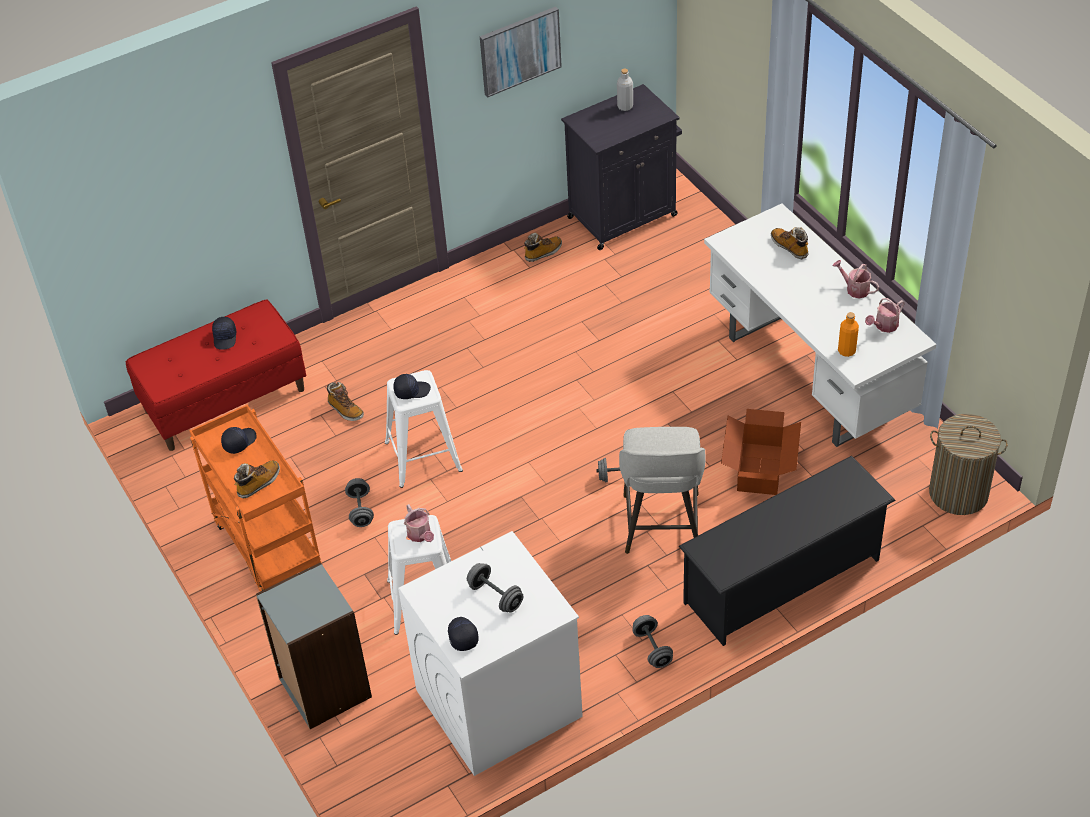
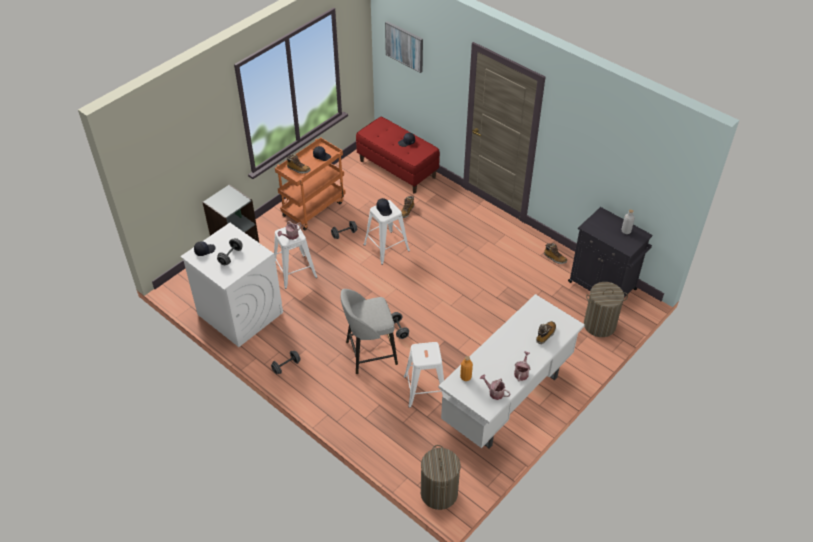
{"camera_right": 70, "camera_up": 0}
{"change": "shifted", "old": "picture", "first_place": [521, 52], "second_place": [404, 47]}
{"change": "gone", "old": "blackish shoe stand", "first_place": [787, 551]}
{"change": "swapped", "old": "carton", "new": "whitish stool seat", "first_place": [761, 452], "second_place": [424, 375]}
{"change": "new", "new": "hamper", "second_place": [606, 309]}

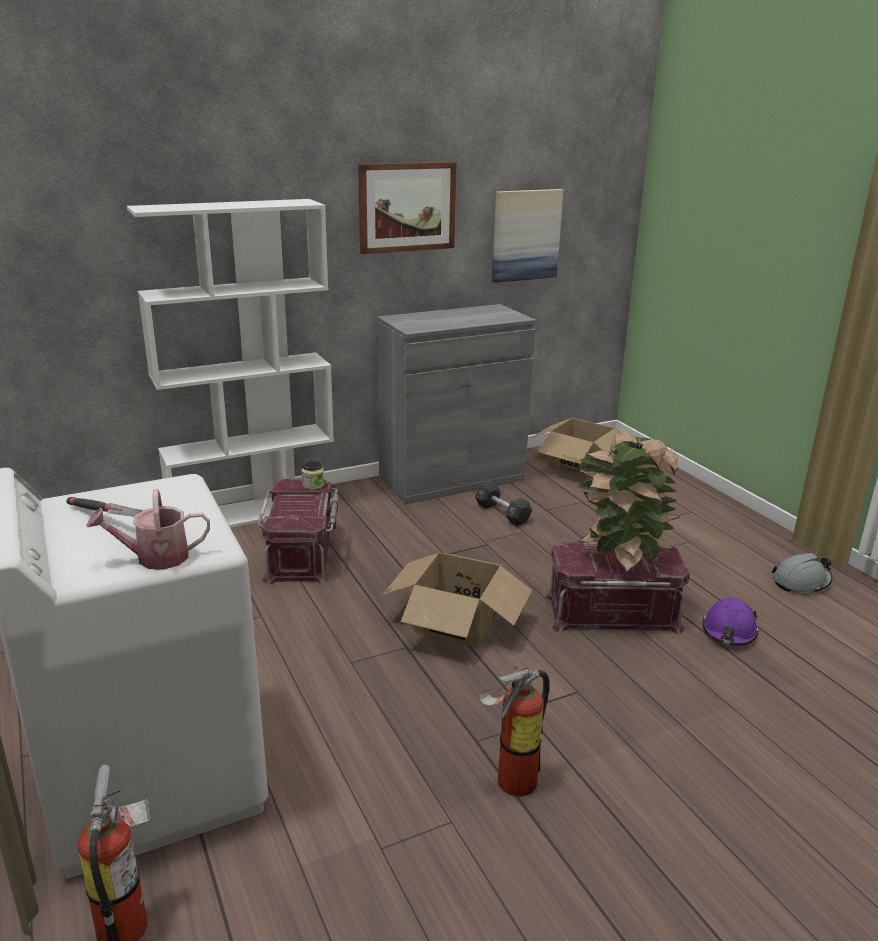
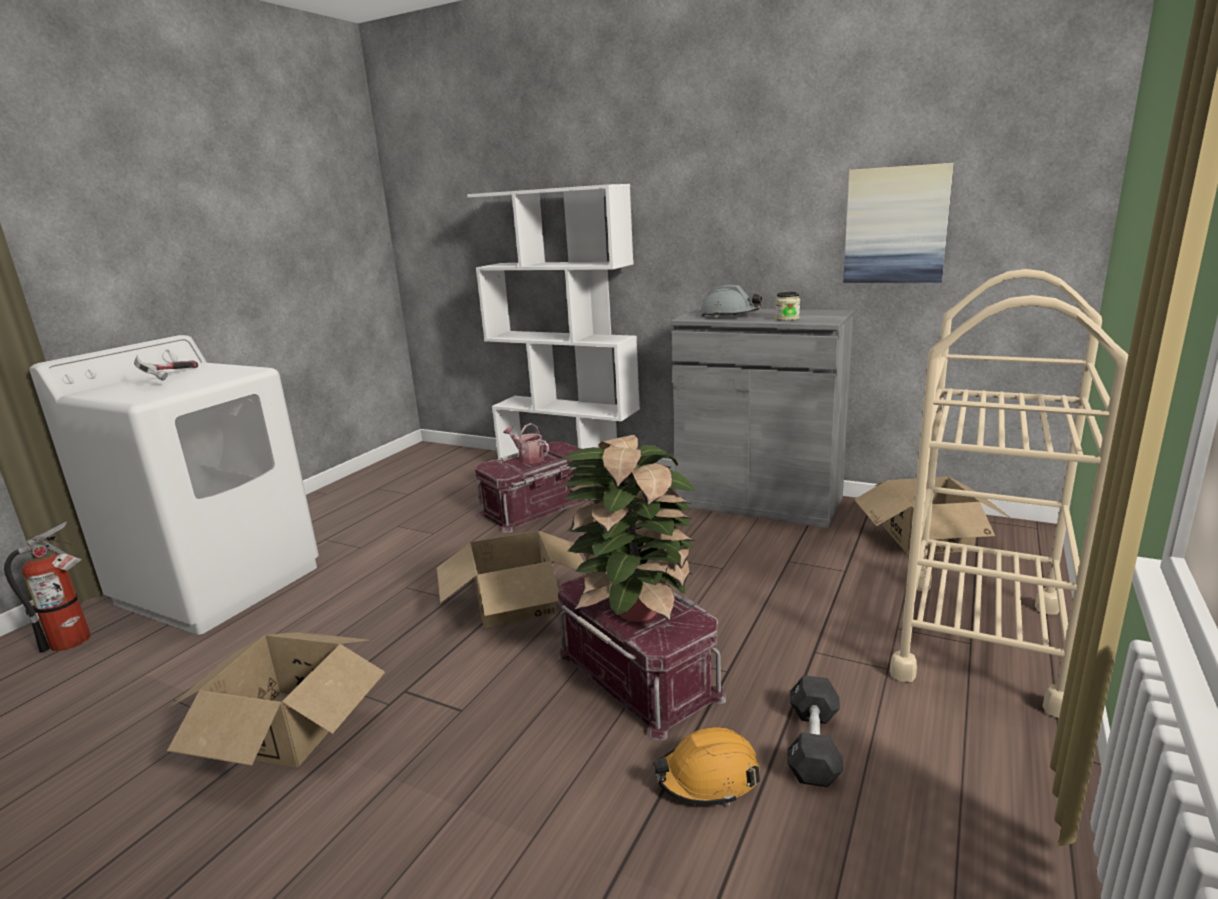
{"camera_right": 55, "camera_up": -5}
{"change": "shifted", "old": "sprinkling can", "first_place": [148, 529], "second_place": [526, 443]}
{"change": "shifted", "old": "jar", "first_place": [313, 475], "second_place": [787, 306]}
{"change": "gone", "old": "picture", "first_place": [407, 208]}
{"change": "shifted", "old": "blackish hand weight", "first_place": [503, 504], "second_place": [815, 731]}
{"change": "swapped", "old": "fire extinguisher", "new": "carton", "first_place": [515, 731], "second_place": [276, 699]}
{"change": "repainted", "old": "purplish work helmet", "new": "orange work helmet", "first_place": [730, 621], "second_place": [706, 766]}
{"change": "shifted", "old": "gray work helmet", "first_place": [802, 573], "second_place": [731, 301]}
{"change": "new", "new": "sand-coloured wheeled cart", "second_place": [1009, 493]}

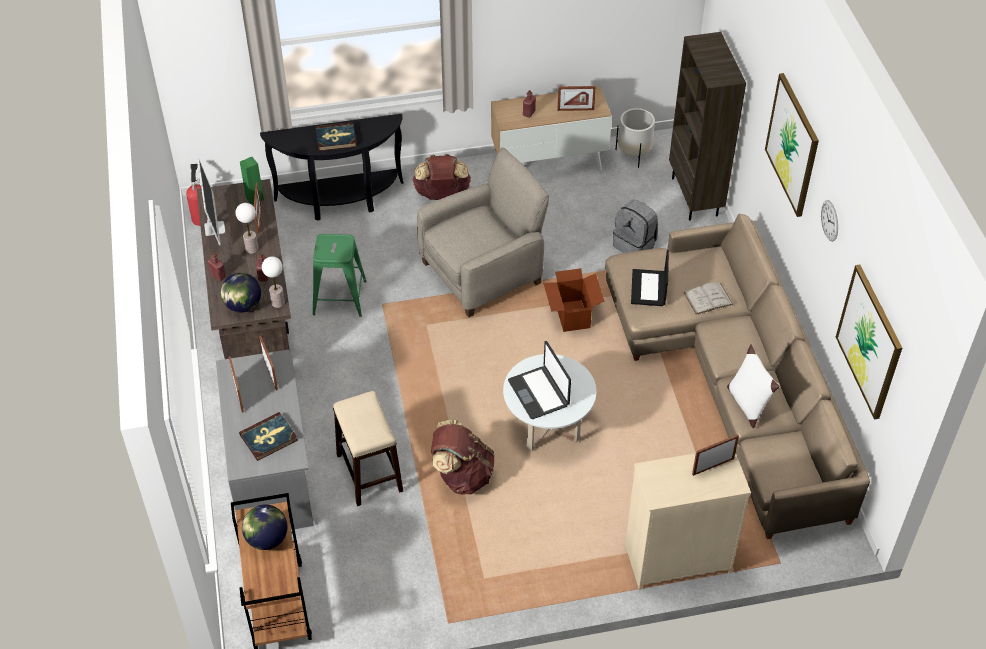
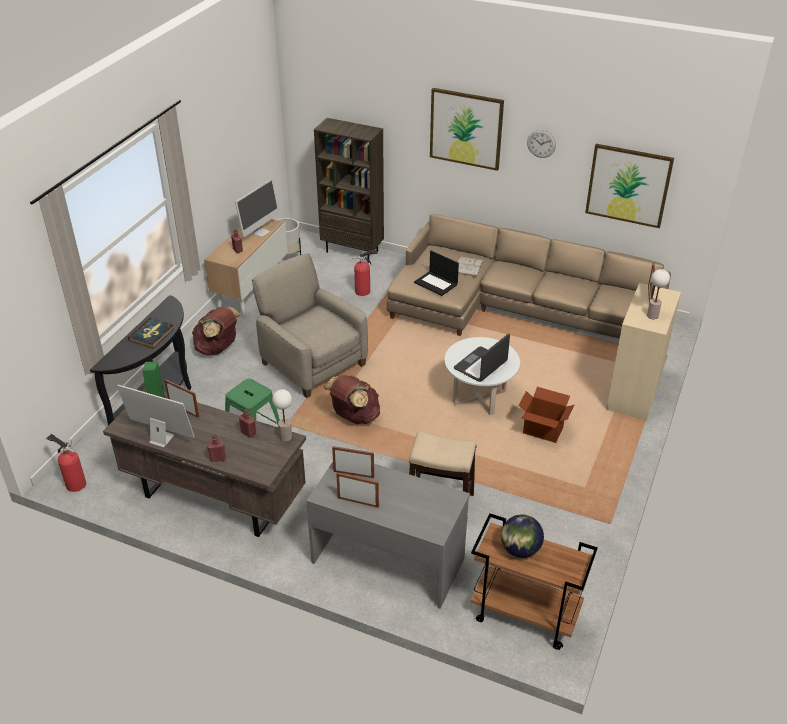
{"camera_right": -55, "camera_up": -10}
{"change": "gone", "old": "world globe", "first_place": [241, 293]}
{"change": "shifted", "old": "table lamp", "first_place": [247, 228], "second_place": [658, 294]}
{"change": "gone", "old": "book", "first_place": [268, 436]}
{"change": "rotated", "old": "sand-coloured armchair", "first_place": [483, 232], "second_place": [310, 325], "degrees": -45}
{"change": "shifted", "old": "brownish backpack", "first_place": [463, 457], "second_place": [351, 399]}
{"change": "rotated", "old": "portable computer", "first_place": [539, 380], "second_place": [482, 358], "degrees": 120}
{"change": "shifted", "old": "carton", "first_place": [574, 300], "second_place": [546, 415]}
{"change": "swapped", "old": "photo frame", "new": "computer display", "first_place": [576, 98], "second_place": [257, 208]}
{"change": "swapped", "old": "gray backpack", "new": "fire extinguisher", "first_place": [635, 226], "second_place": [365, 273]}
{"change": "gone", "old": "whitish cushion", "first_place": [753, 386]}

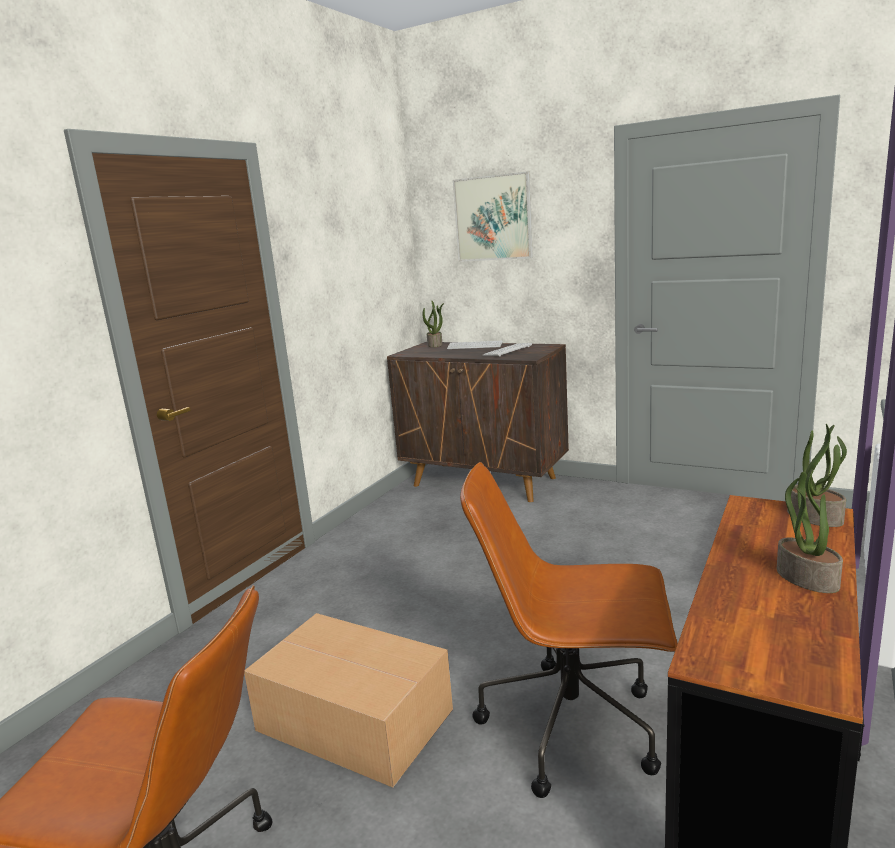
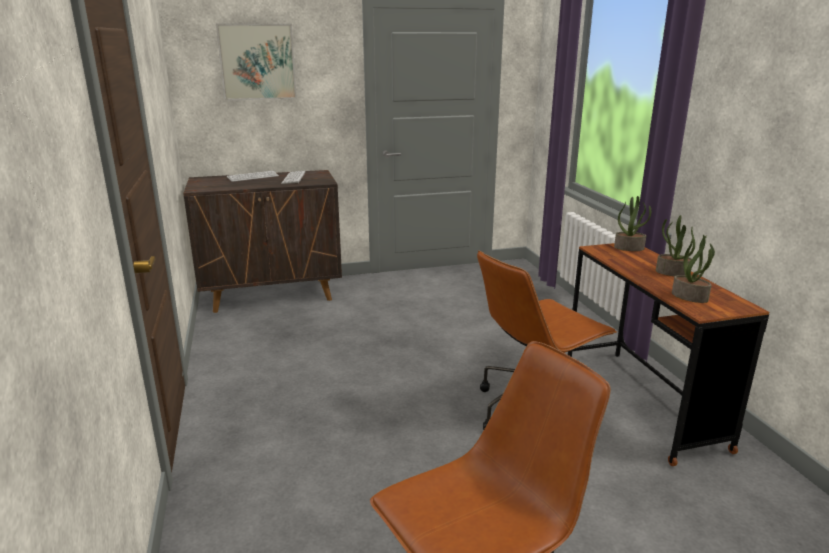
{"camera_right": -45, "camera_up": 5}
{"change": "gone", "old": "carton", "first_place": [348, 700]}
{"change": "shifted", "old": "plant in a pot", "first_place": [433, 324], "second_place": [693, 269]}

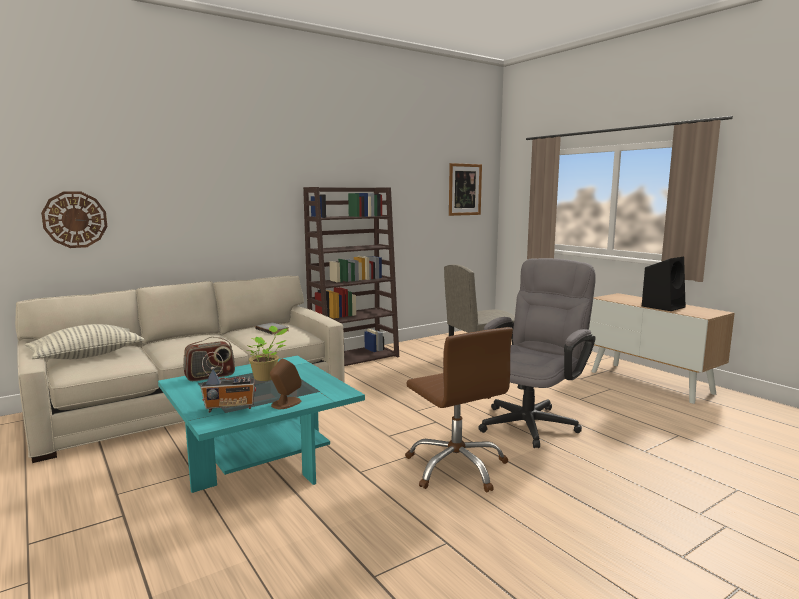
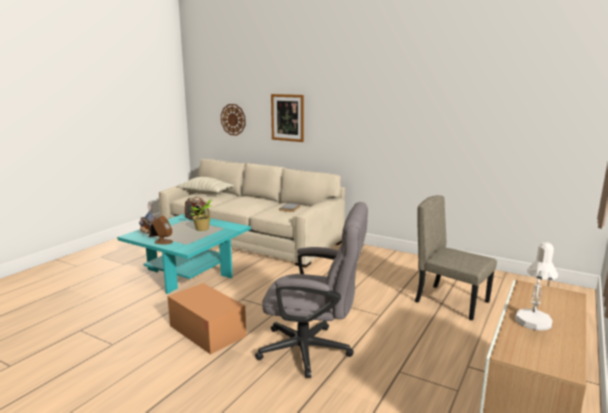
{"camera_right": 65, "camera_up": 5}
{"change": "gone", "old": "brownish shelving unit", "first_place": [351, 276]}
{"change": "swapped", "old": "brownish office chair", "new": "carton", "first_place": [459, 409], "second_place": [206, 318]}
{"change": "shifted", "old": "picture", "first_place": [465, 189], "second_place": [287, 118]}
{"change": "swapped", "old": "blackish speaker", "new": "whitish table lamp", "first_place": [664, 283], "second_place": [536, 286]}

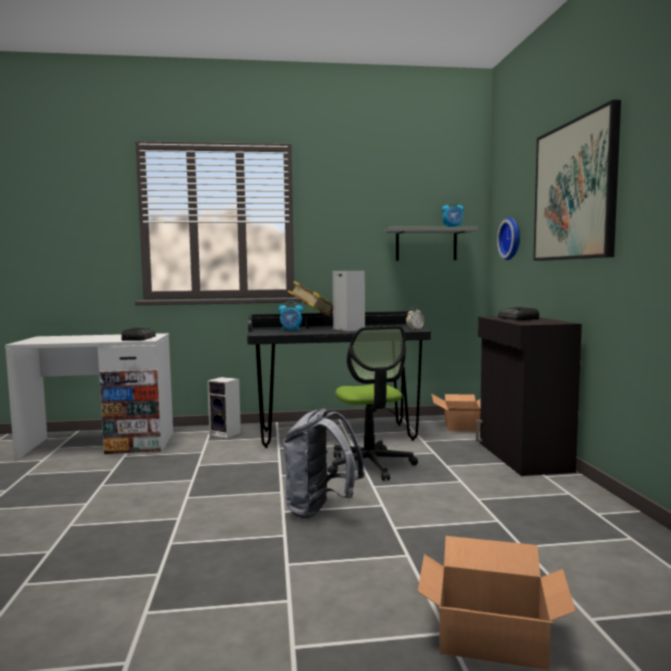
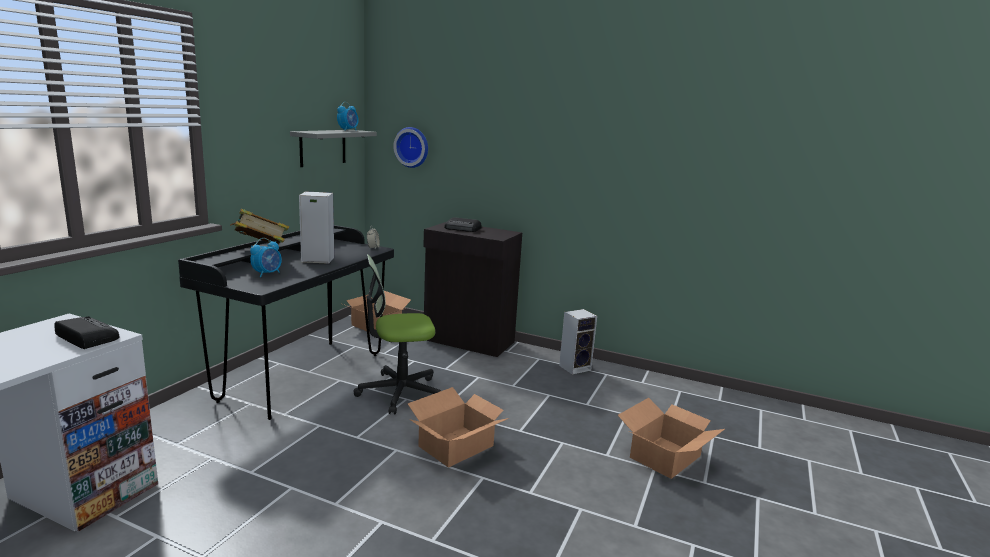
{"camera_right": -60, "camera_up": 10}
{"change": "shifted", "old": "speaker", "first_place": [224, 408], "second_place": [578, 342]}
{"change": "swapped", "old": "gray backpack", "new": "carton", "first_place": [324, 463], "second_place": [458, 427]}
{"change": "rotated", "old": "office chair", "first_place": [373, 403], "second_place": [397, 334], "degrees": 150}
{"change": "gone", "old": "picture", "first_place": [577, 180]}

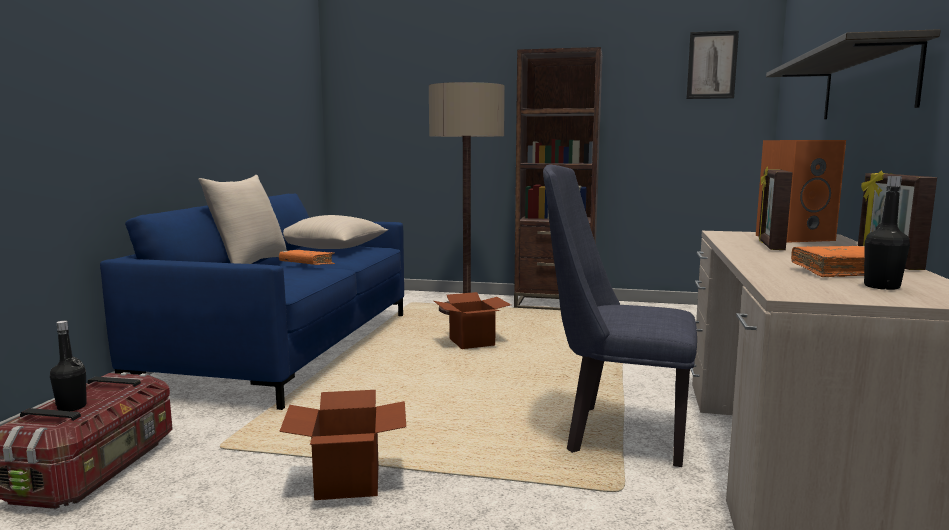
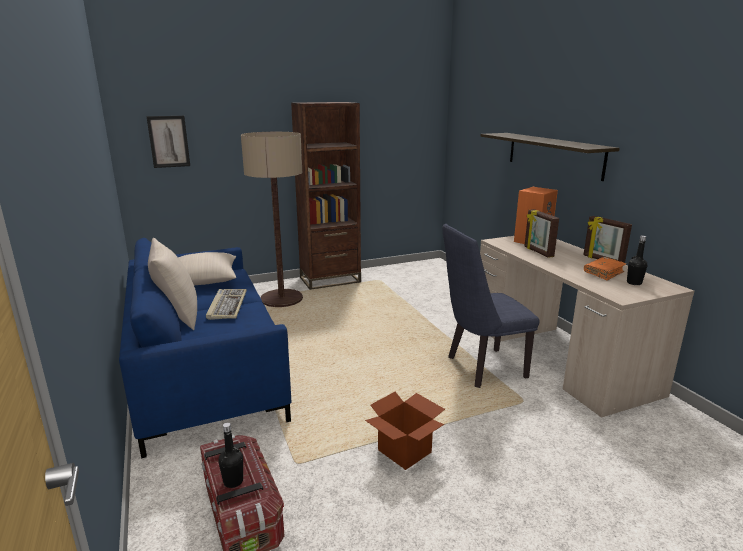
{"camera_right": -35, "camera_up": 10}
{"change": "swapped", "old": "orange book", "new": "PC keyboard", "first_place": [307, 257], "second_place": [226, 304]}
{"change": "gone", "old": "carton", "first_place": [472, 320]}
{"change": "shifted", "old": "picture", "first_place": [713, 64], "second_place": [168, 142]}

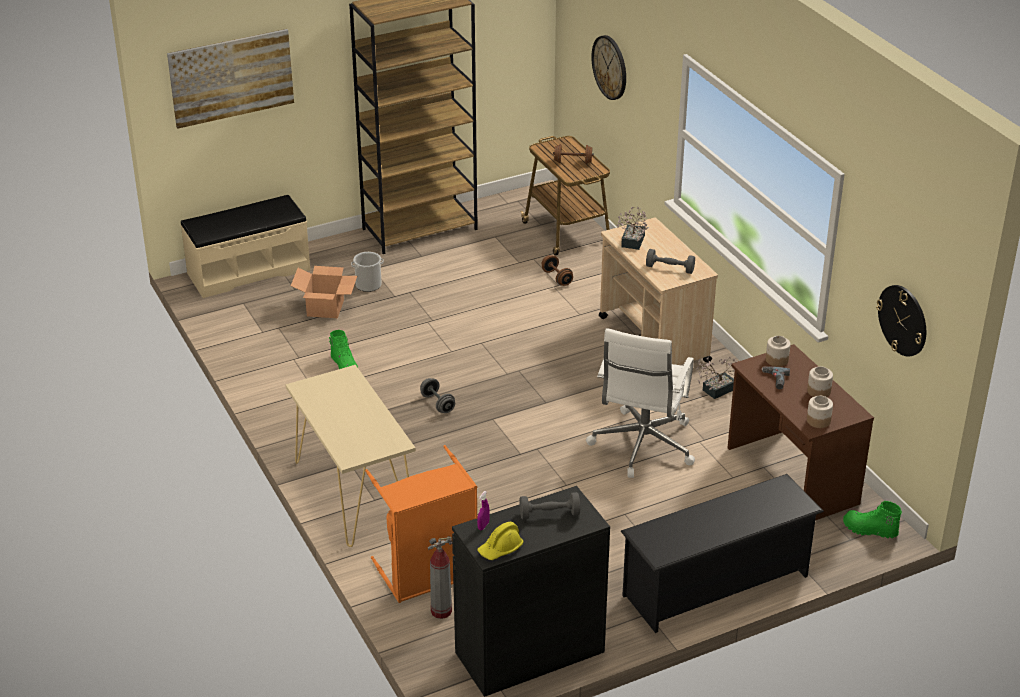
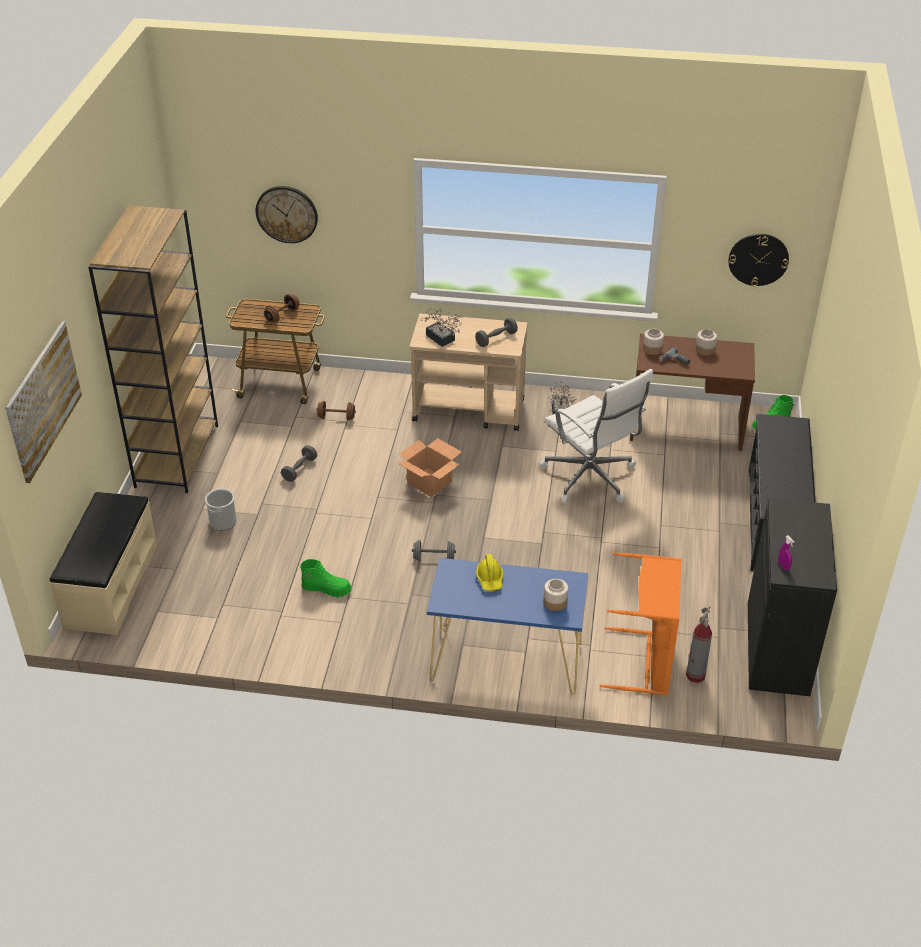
{"camera_right": -55, "camera_up": 5}
{"change": "repainted", "old": "sand-coloured narrow table", "new": "blue-coloured narrow table", "first_place": [350, 456], "second_place": [507, 626]}
{"change": "shifted", "old": "carton", "first_place": [324, 292], "second_place": [429, 467]}
{"change": "shifted", "old": "yellow work helmet", "first_place": [501, 541], "second_place": [489, 572]}
{"change": "shifted", "old": "gray hand weight", "first_place": [550, 505], "second_place": [299, 463]}
{"change": "shifted", "old": "jar", "first_place": [820, 412], "second_place": [556, 595]}

